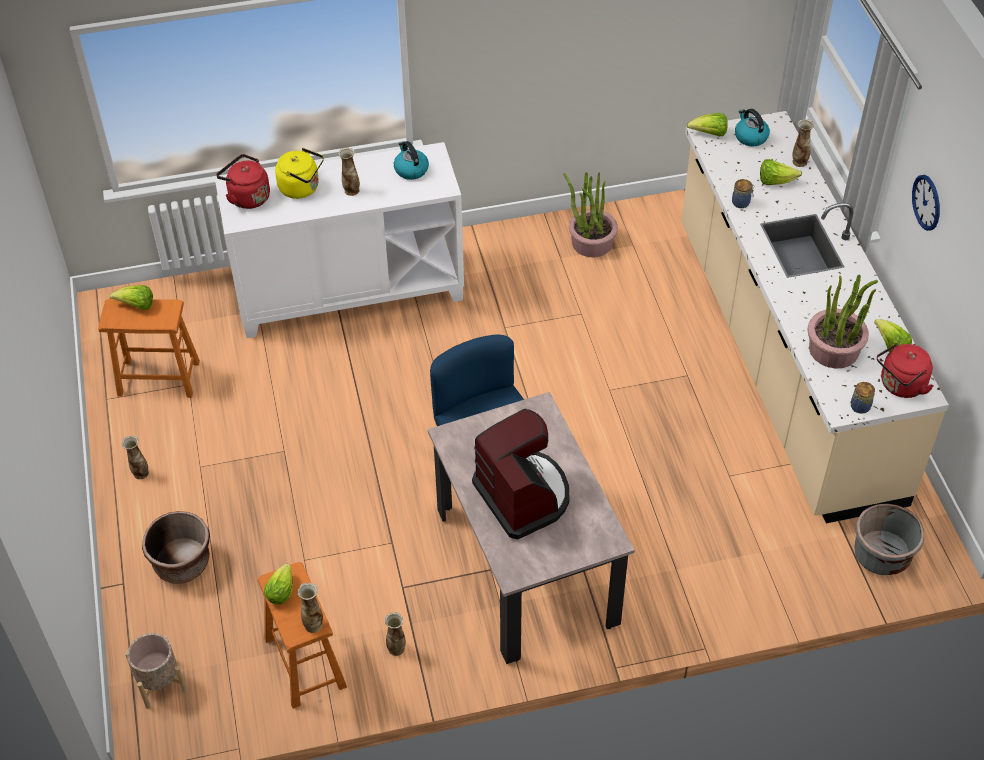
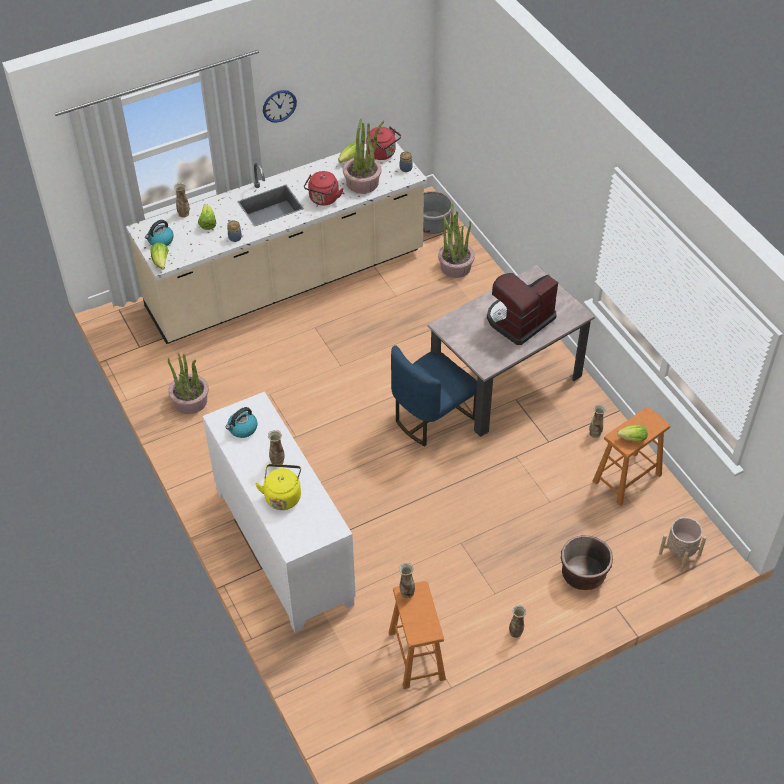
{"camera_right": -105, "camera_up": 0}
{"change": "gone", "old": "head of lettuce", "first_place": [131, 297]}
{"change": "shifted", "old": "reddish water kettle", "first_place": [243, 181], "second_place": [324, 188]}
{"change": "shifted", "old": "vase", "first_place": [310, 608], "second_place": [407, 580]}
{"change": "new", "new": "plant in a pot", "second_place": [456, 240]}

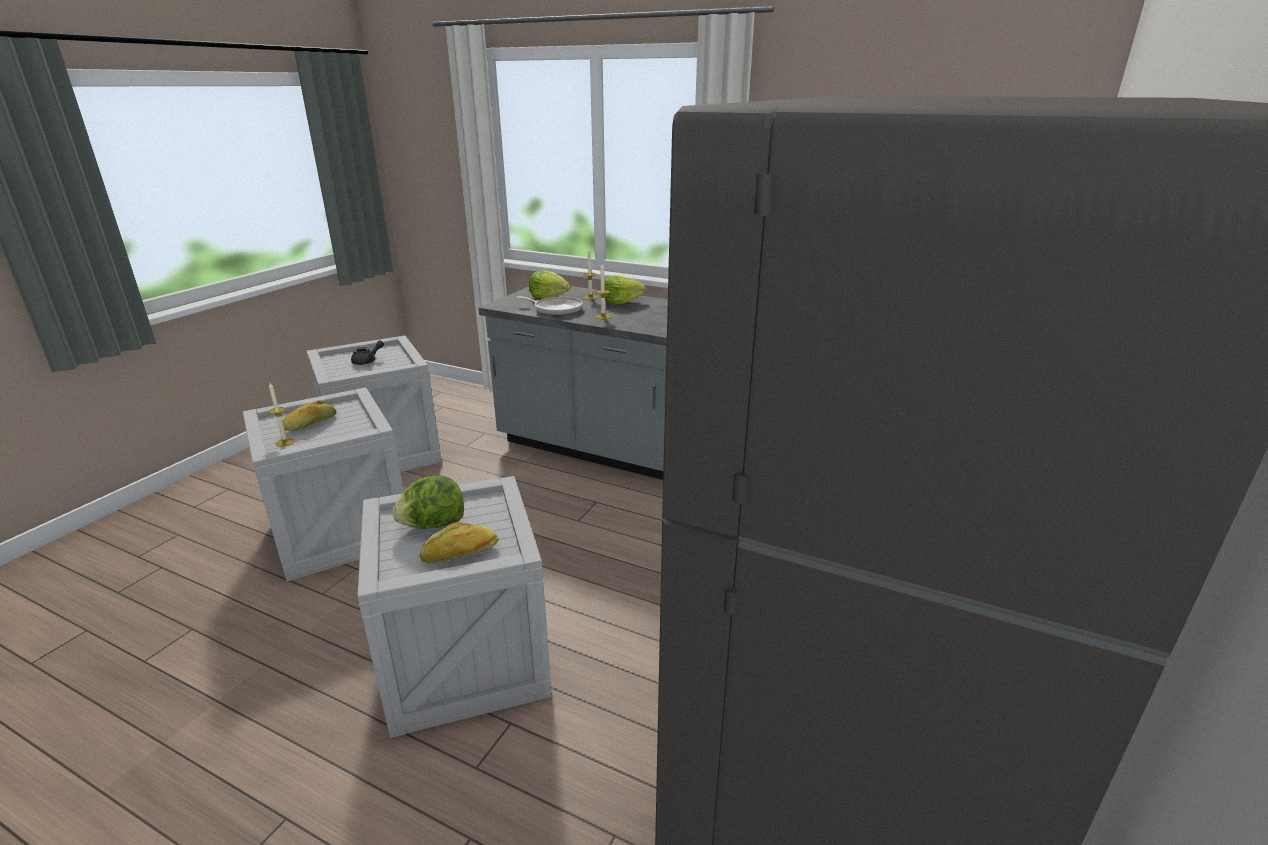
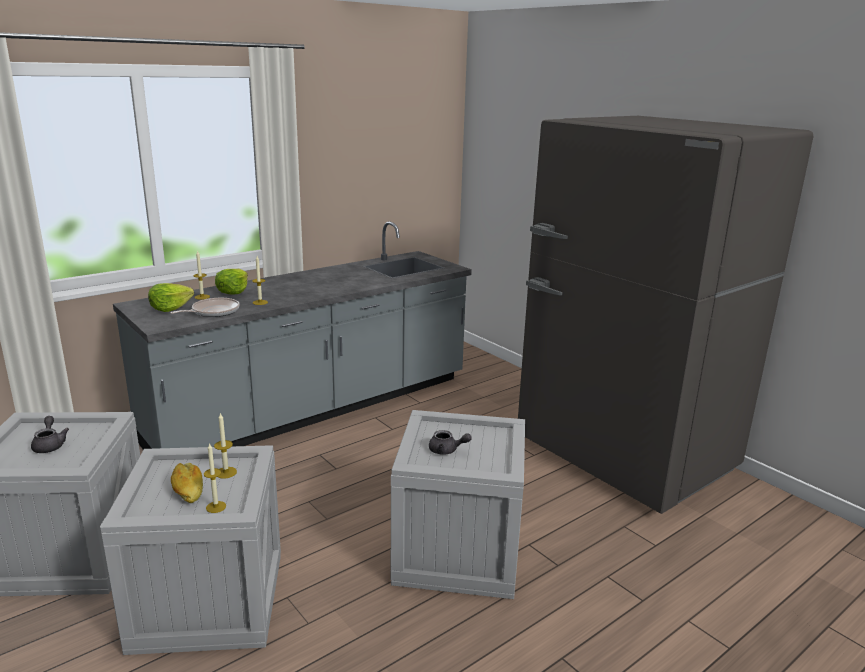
{"camera_right": -65, "camera_up": -5}
{"change": "swapped", "old": "head of lettuce", "new": "gray teapot", "first_place": [428, 502], "second_place": [450, 442]}
{"change": "gone", "old": "baked bread", "first_place": [459, 542]}
{"change": "new", "new": "wax light", "second_place": [225, 446]}

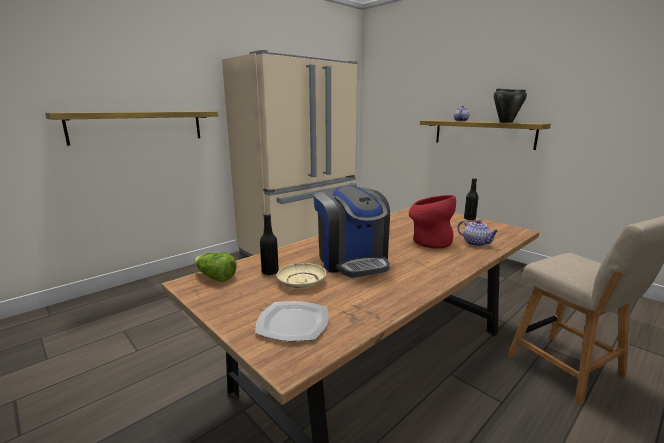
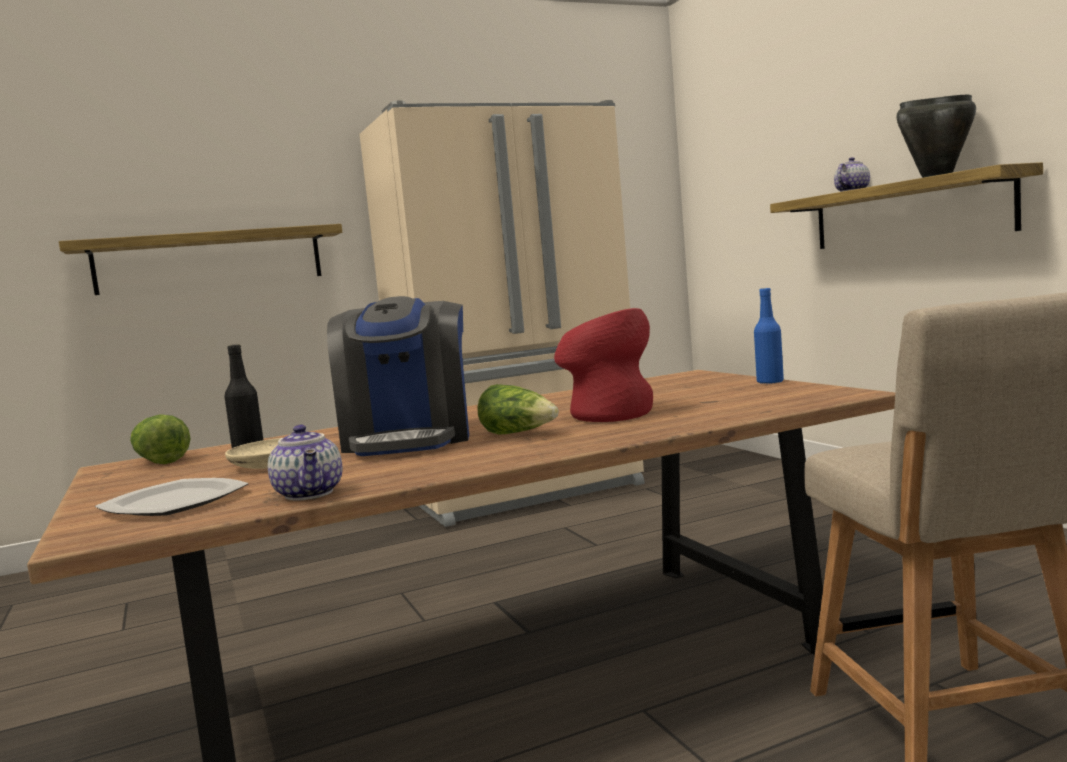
{"camera_right": 20, "camera_up": -10}
{"change": "shifted", "old": "teapot", "first_place": [478, 233], "second_place": [305, 463]}
{"change": "repainted", "old": "blackish beverage bottle", "new": "blue-coloured beverage bottle", "first_place": [471, 199], "second_place": [769, 336]}
{"change": "new", "new": "head of lettuce", "second_place": [518, 409]}

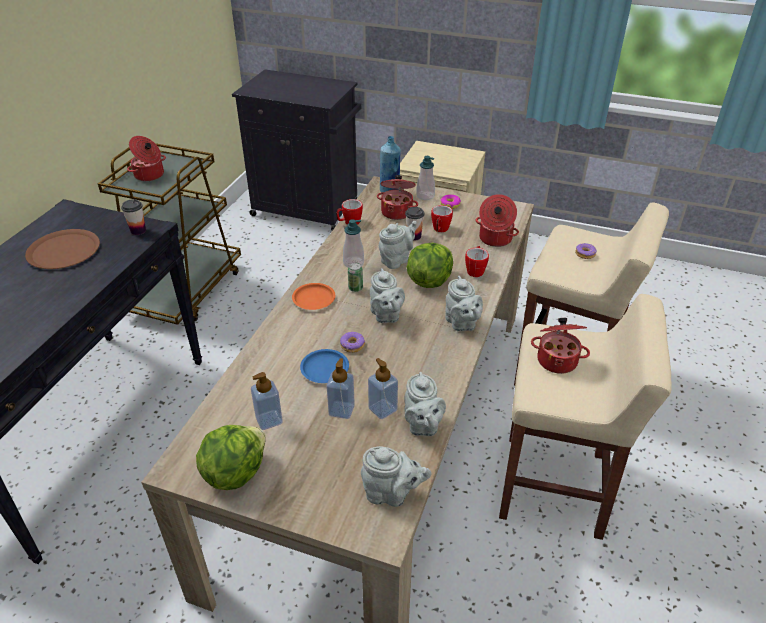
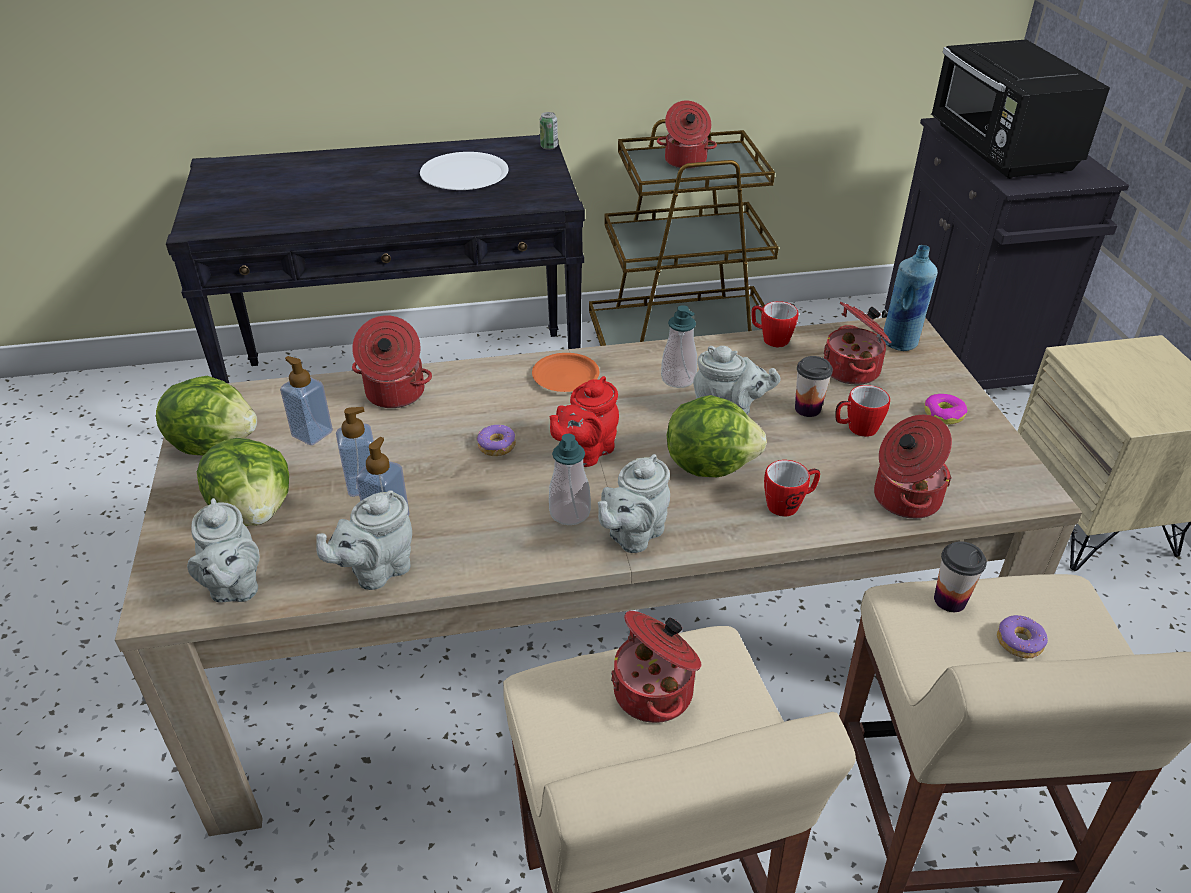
{"camera_right": 60, "camera_up": 0}
{"change": "repainted", "old": "brownish dinner plate", "new": "whitish dinner plate", "first_place": [62, 249], "second_place": [464, 171]}
{"change": "shifted", "old": "drinking cup", "first_place": [133, 217], "second_place": [960, 576]}
{"change": "gone", "old": "blue-coloured dinner plate", "first_place": [324, 366]}
{"change": "shifted", "old": "metal can", "first_place": [355, 277], "second_place": [549, 131]}
{"change": "repainted", "old": "gray teapot", "new": "reddish teapot", "first_place": [387, 295], "second_place": [584, 421]}
{"change": "shifted", "old": "soap bottle", "first_place": [425, 178], "second_place": [570, 479]}
{"change": "new", "new": "head of lettuce", "second_place": [243, 482]}
{"change": "new", "new": "cooking pot", "second_place": [392, 361]}
{"change": "new", "new": "blackish microwave", "second_place": [1020, 109]}

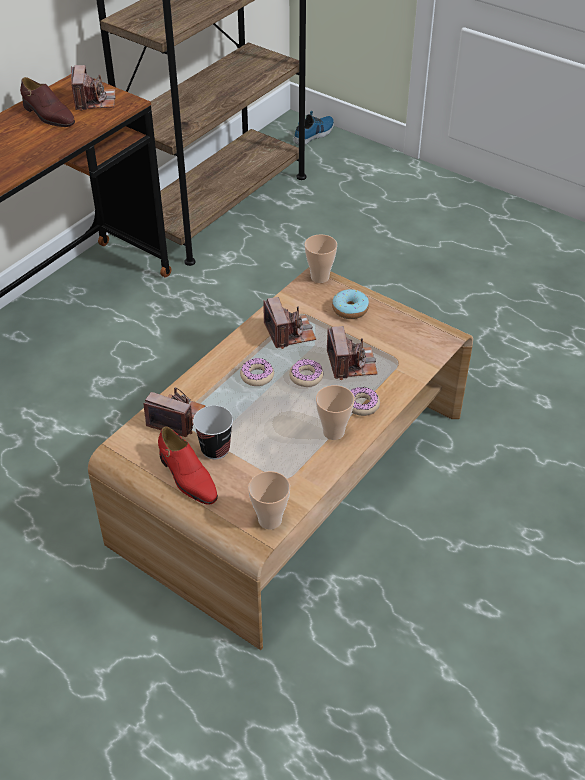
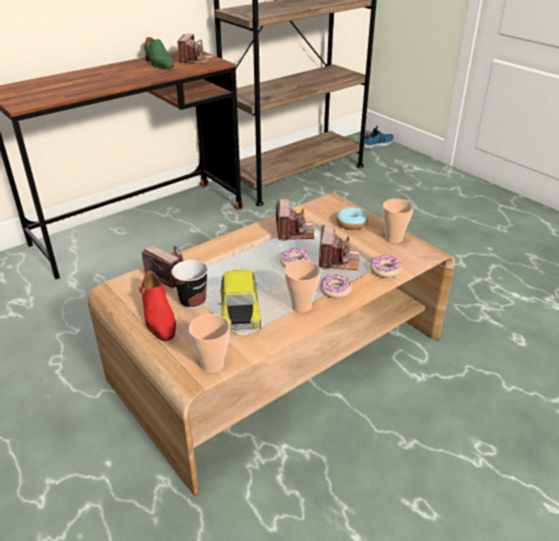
{"camera_right": 15, "camera_up": -10}
{"change": "repainted", "old": "brownish shoe", "new": "green-coloured shoe", "first_place": [47, 102], "second_place": [159, 53]}
{"change": "shifted", "old": "doughnut", "first_place": [257, 372], "second_place": [385, 266]}
{"change": "shifted", "old": "drinking cup", "first_place": [320, 258], "second_place": [398, 221]}
{"change": "new", "new": "model car", "second_place": [239, 301]}

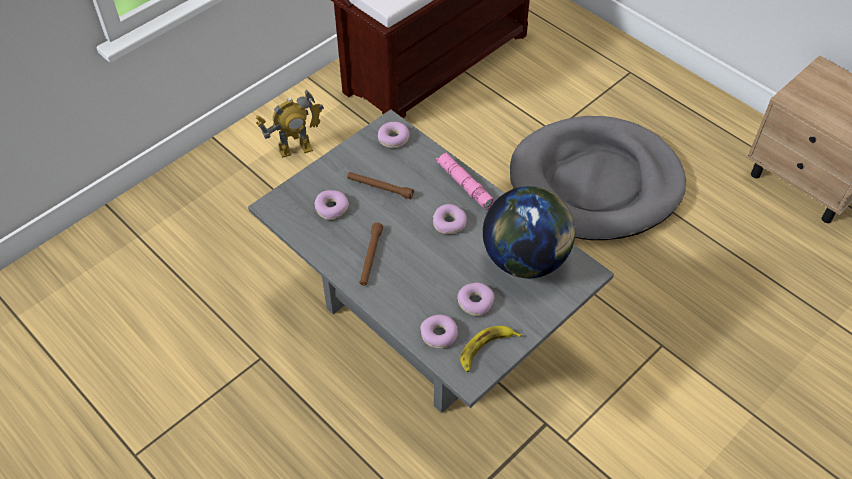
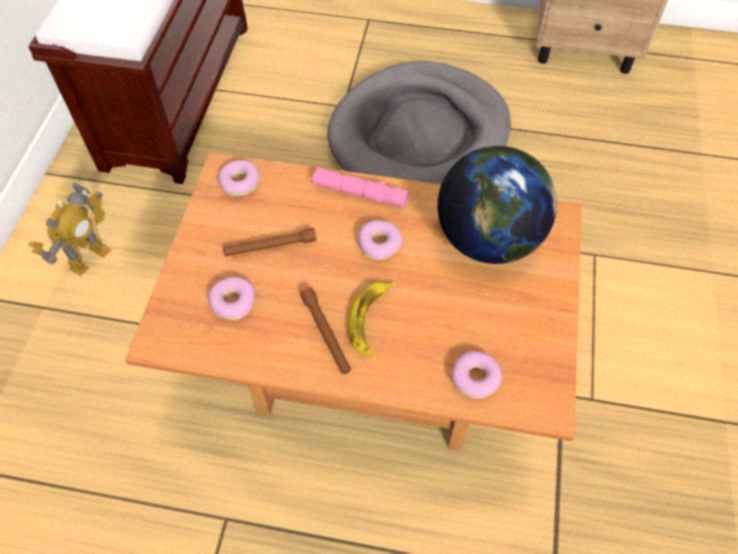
{"camera_right": -35, "camera_up": 5}
{"change": "repainted", "old": "gray coffee table", "new": "brownish coffee table", "first_place": [431, 261], "second_place": [353, 301]}
{"change": "gone", "old": "doughnut", "first_place": [475, 299]}
{"change": "shifted", "old": "banana fruit", "first_place": [490, 349], "second_place": [372, 319]}

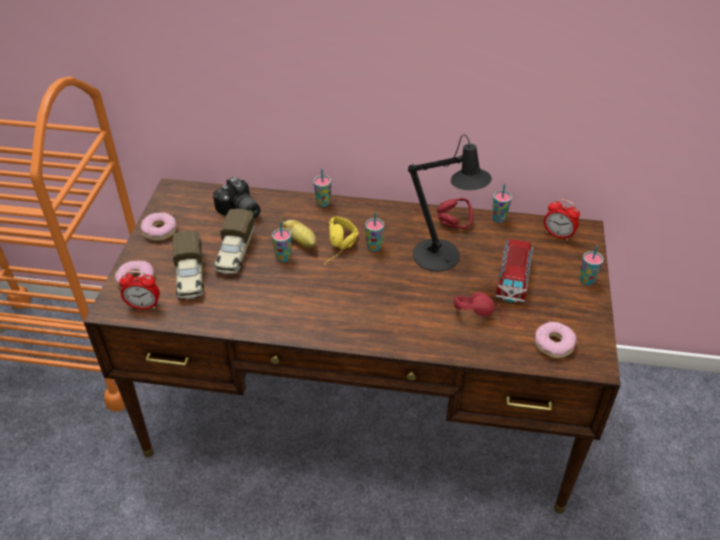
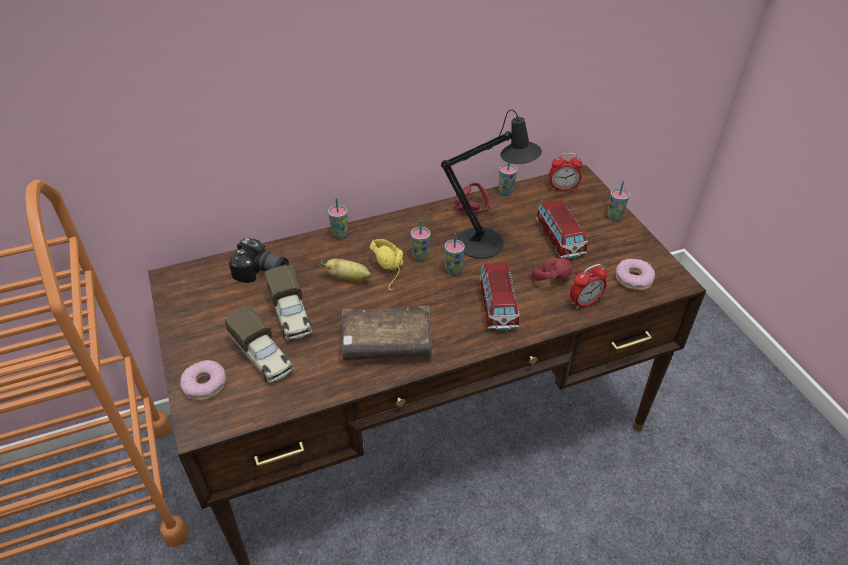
{"camera_right": -30, "camera_up": 0}
{"change": "shifted", "old": "bedside clock", "first_place": [139, 290], "second_place": [588, 286]}
{"change": "gone", "old": "doughnut", "first_place": [158, 226]}
{"change": "shifted", "old": "drinking cup", "first_place": [281, 242], "second_place": [455, 254]}
{"change": "new", "new": "brownish book", "second_place": [386, 332]}
{"change": "new", "new": "model car", "second_place": [499, 297]}

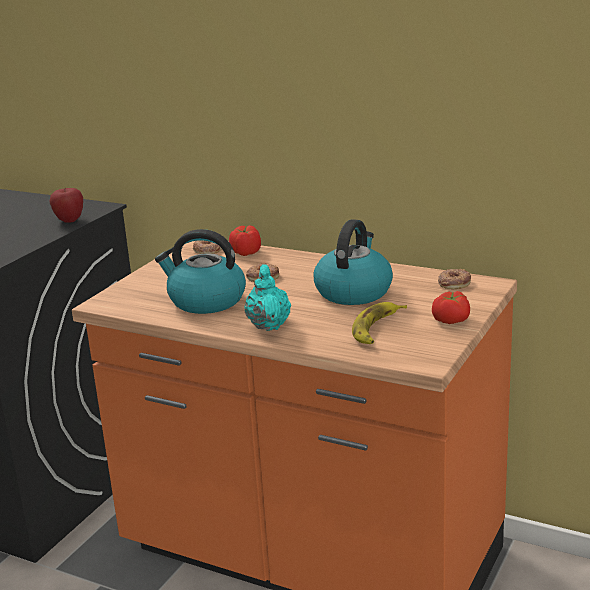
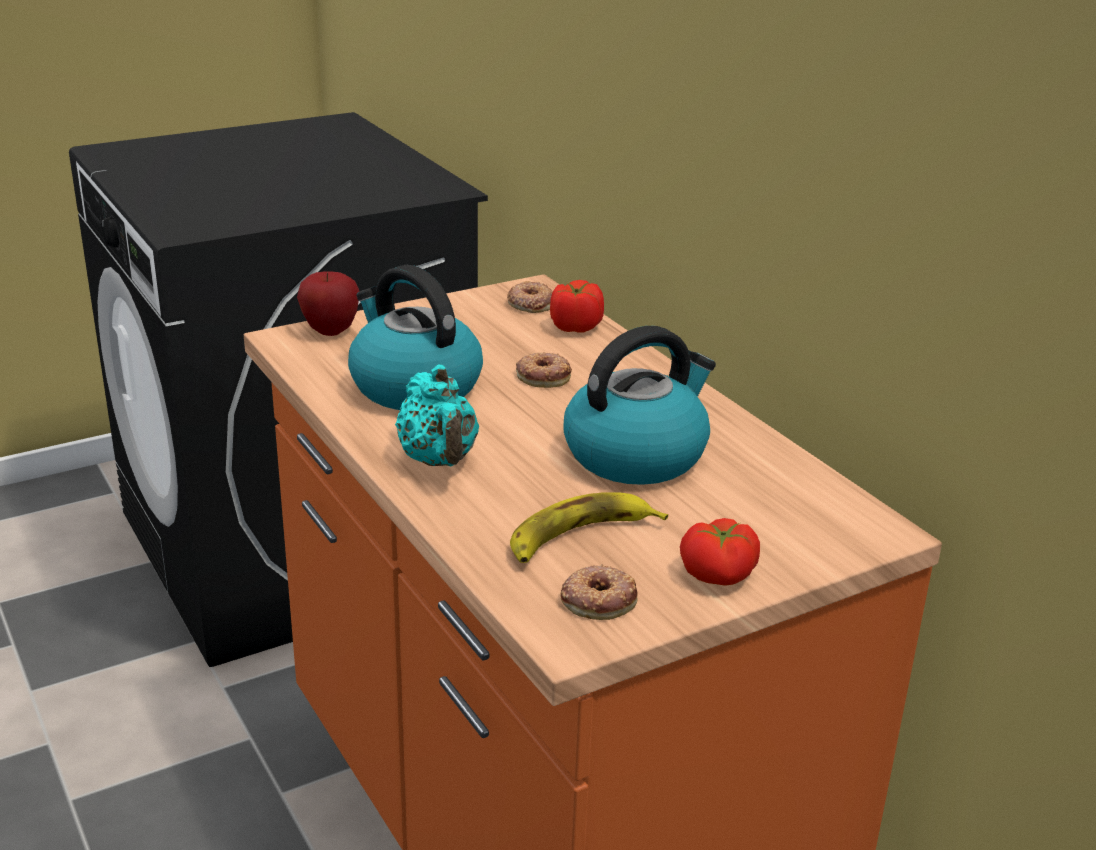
{"camera_right": 30, "camera_up": 5}
{"change": "shifted", "old": "apple", "first_place": [66, 205], "second_place": [328, 303]}
{"change": "rotated", "old": "turquoise-coloured teapot", "first_place": [267, 297], "second_place": [437, 415], "degrees": 135}
{"change": "shifted", "old": "doughnut", "first_place": [454, 279], "second_place": [599, 592]}

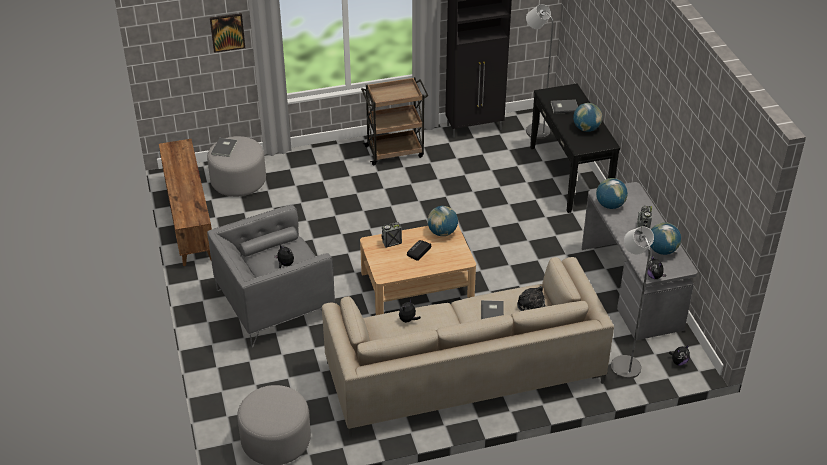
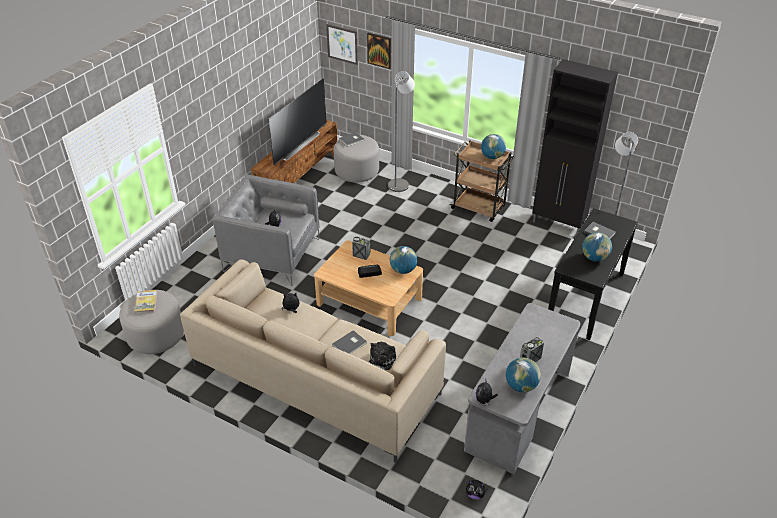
{"camera_right": 45, "camera_up": 0}
{"change": "shifted", "old": "world globe", "first_place": [612, 193], "second_place": [493, 146]}
{"change": "shifted", "old": "gray floor lamp", "first_place": [632, 303], "second_place": [401, 131]}
{"change": "new", "new": "book", "second_place": [145, 302]}
{"change": "new", "new": "TV set", "second_place": [297, 122]}
{"change": "new", "new": "picture", "second_place": [342, 44]}

